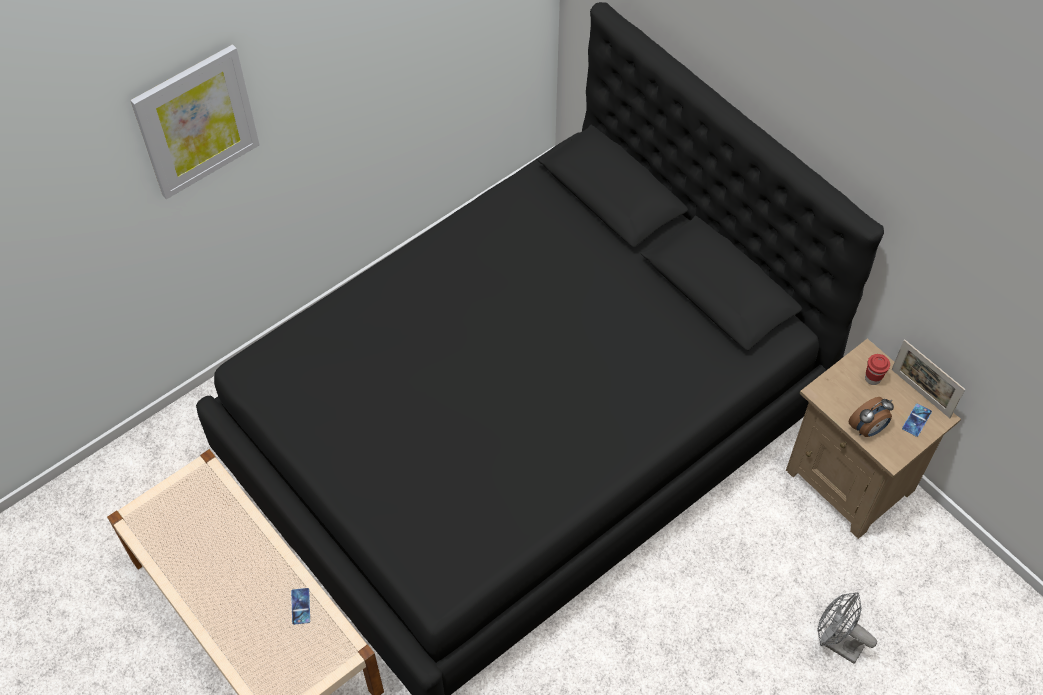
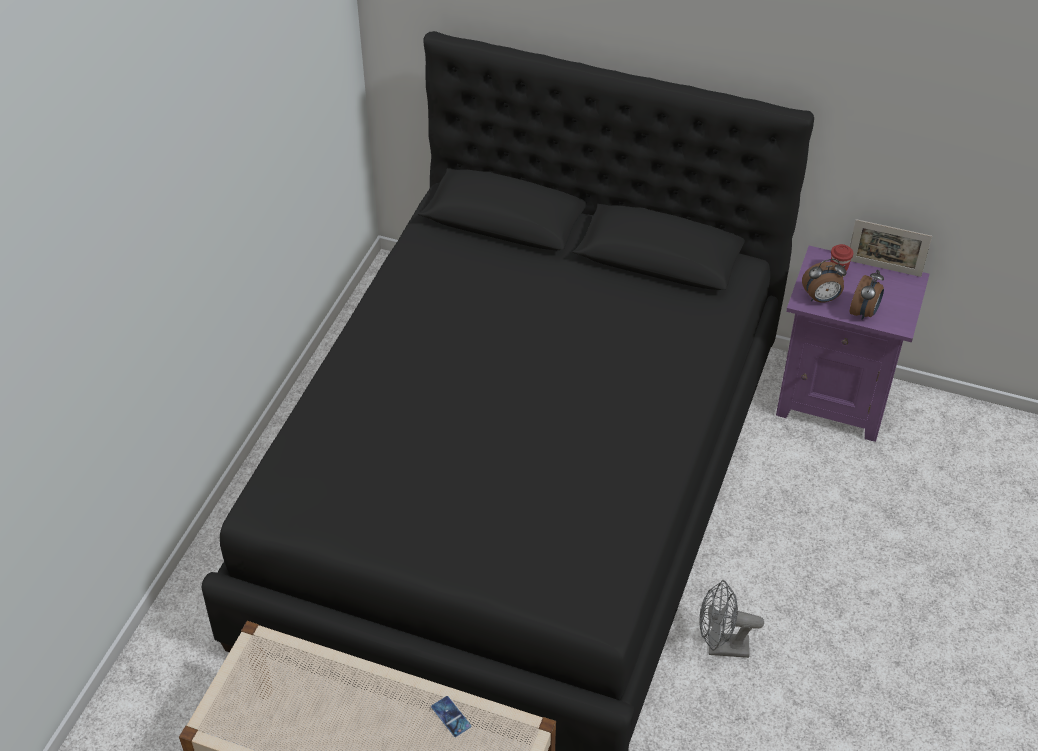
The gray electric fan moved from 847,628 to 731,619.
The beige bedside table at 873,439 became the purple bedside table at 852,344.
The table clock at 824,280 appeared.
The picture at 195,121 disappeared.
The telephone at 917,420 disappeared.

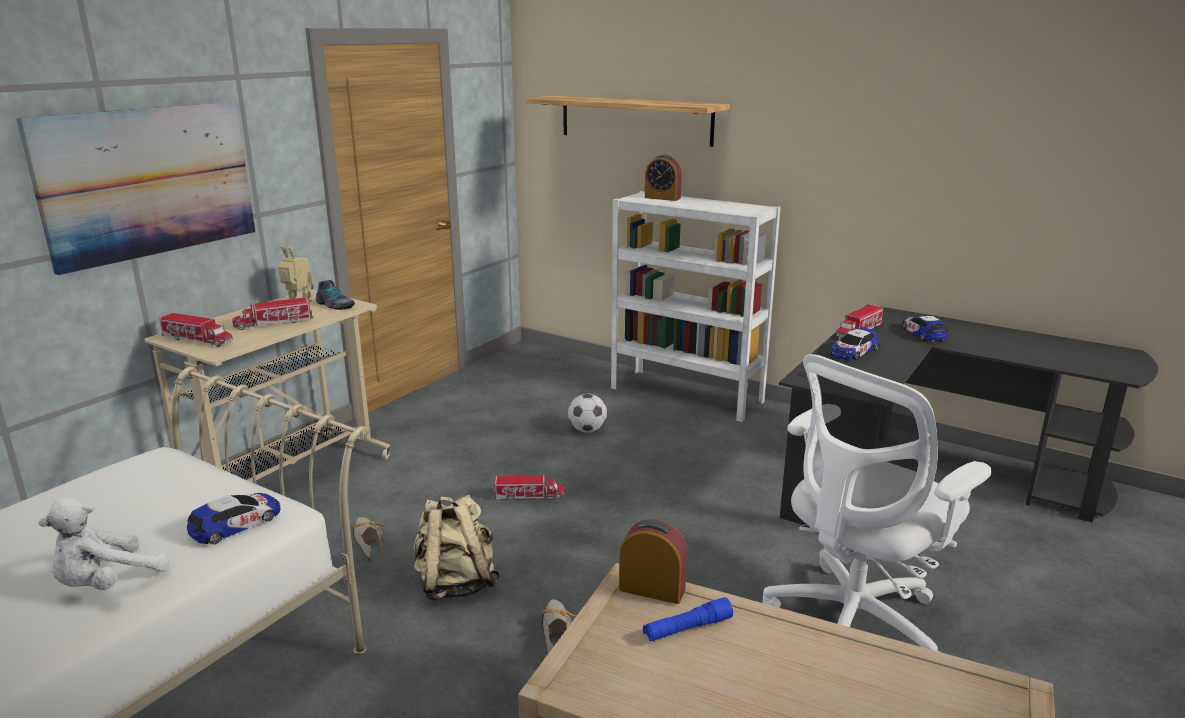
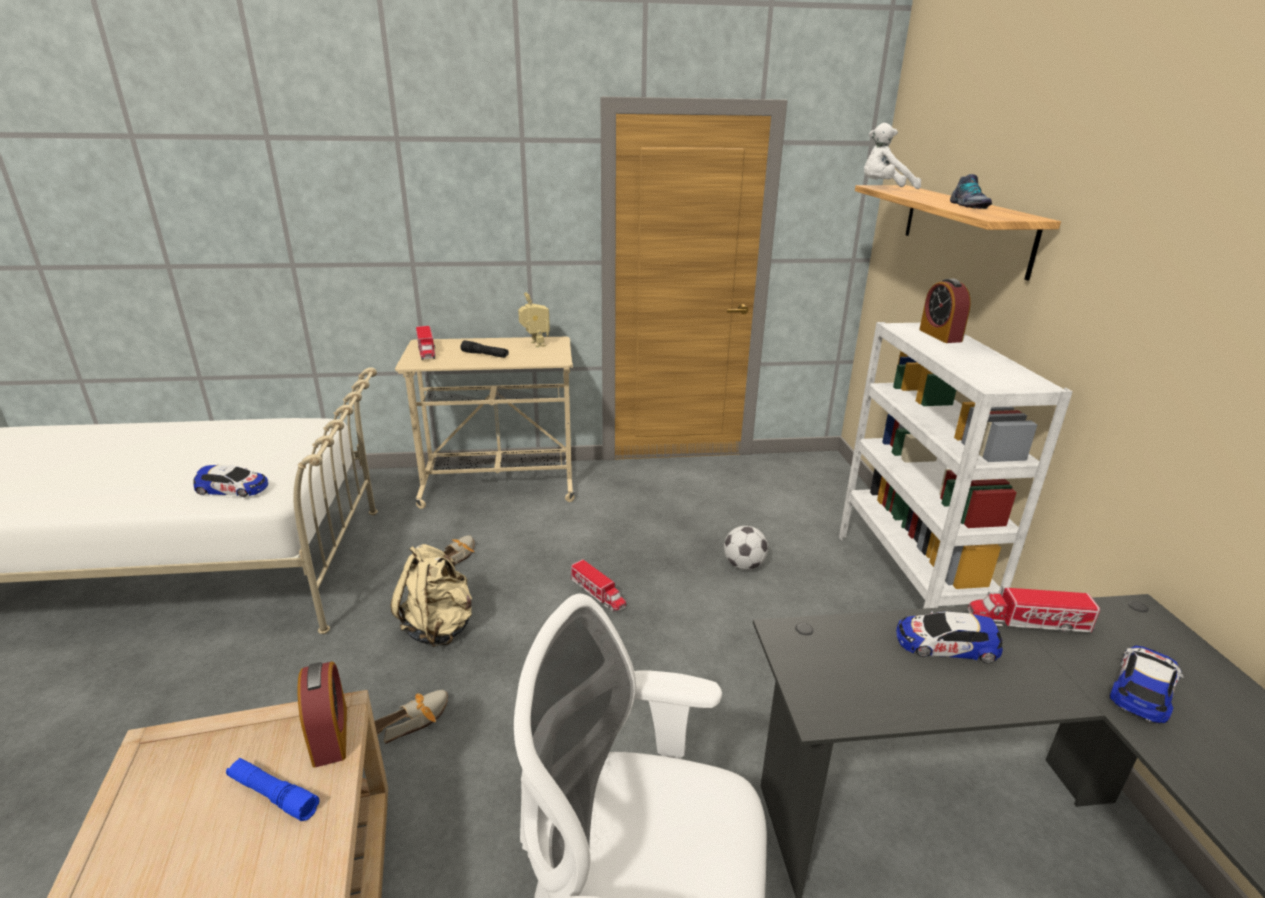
The model truck at 273,313 was replaced by the black-coloured torch at 485,349.
The whitish soft toy moved from 104,543 to 892,156.
The item of footwear moved from 335,295 to 971,191.
The picture at 135,188 disappeared.

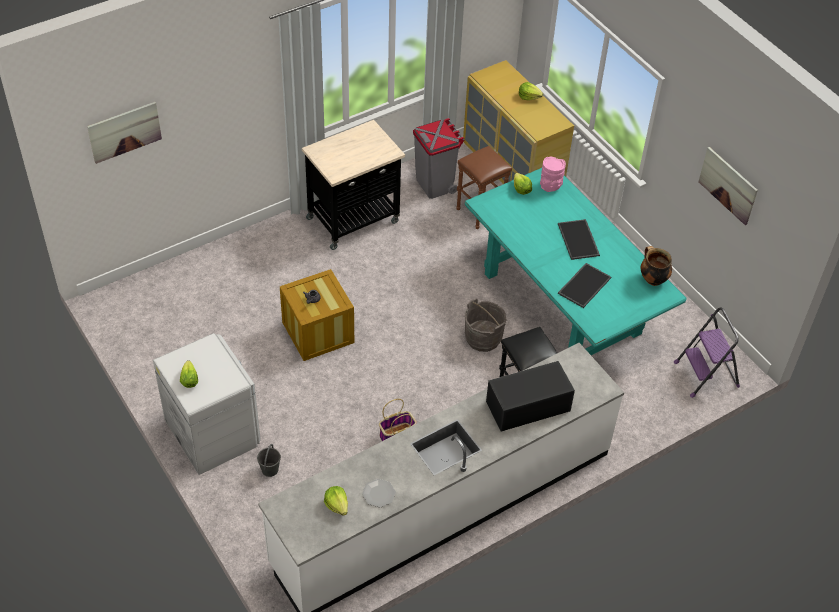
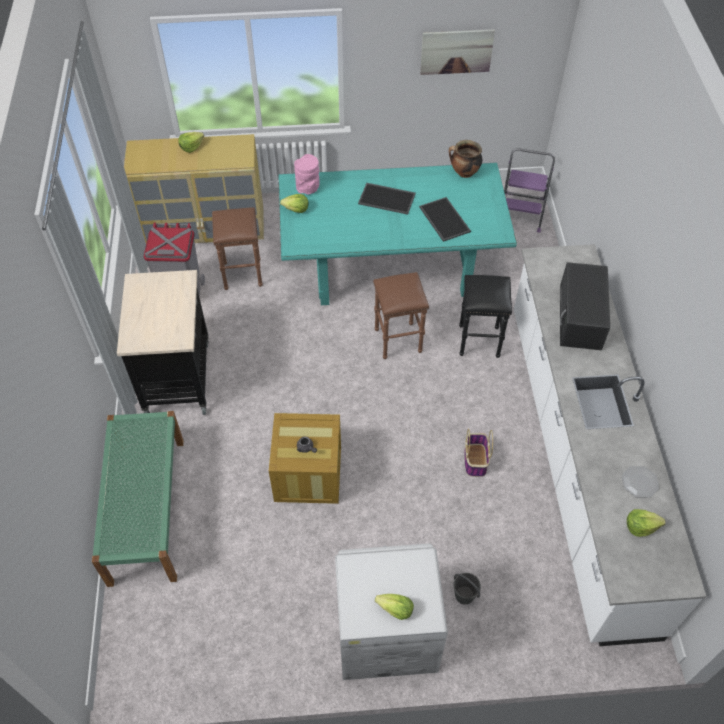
The green-coloured indoor bench at 138,499 appeared.
The gray pail at 486,325 was replaced by the brown sitting stool at 401,315.
The picture at 124,133 disappeared.

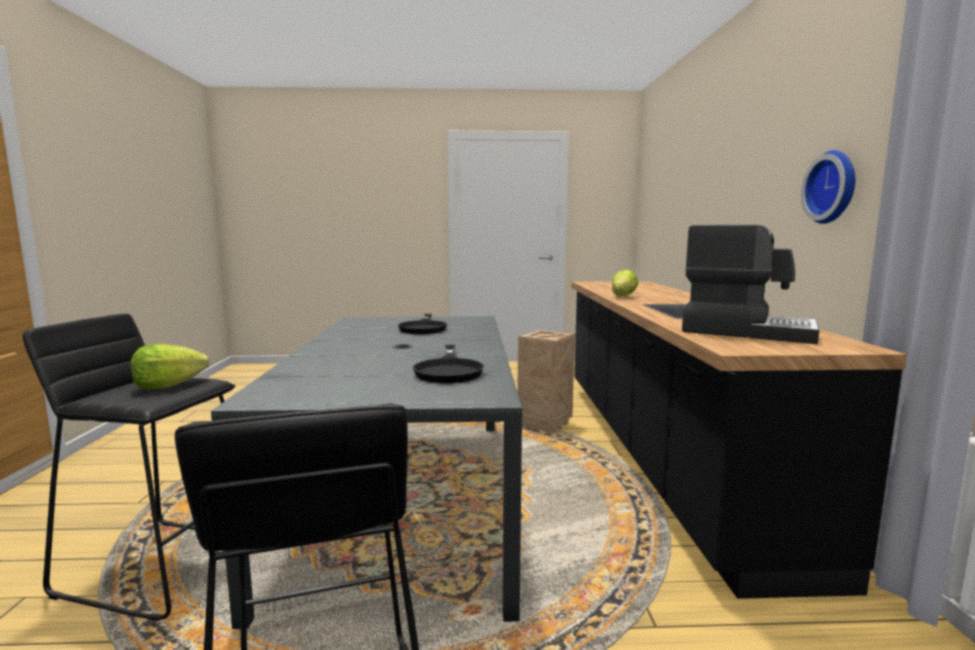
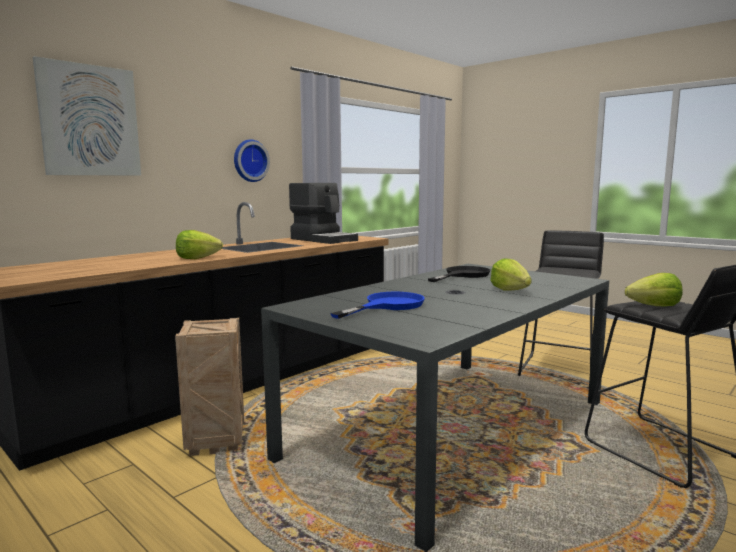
The picture at 87,116 appeared.
The coffee brewer at 750,284 turned 150 degrees clockwise.
The black-coloured skillet at 422,324 became the blue skillet at 377,305.
The head of lettuce at 511,274 appeared.

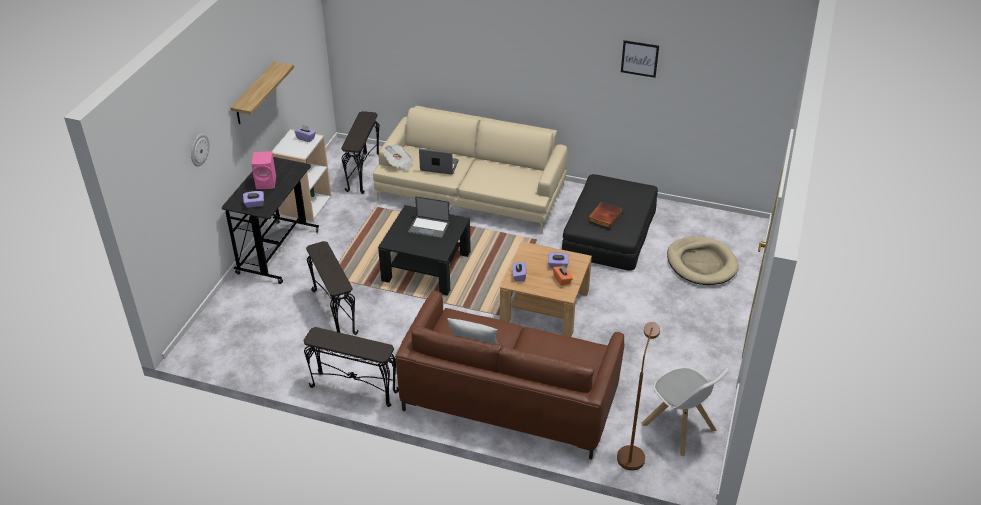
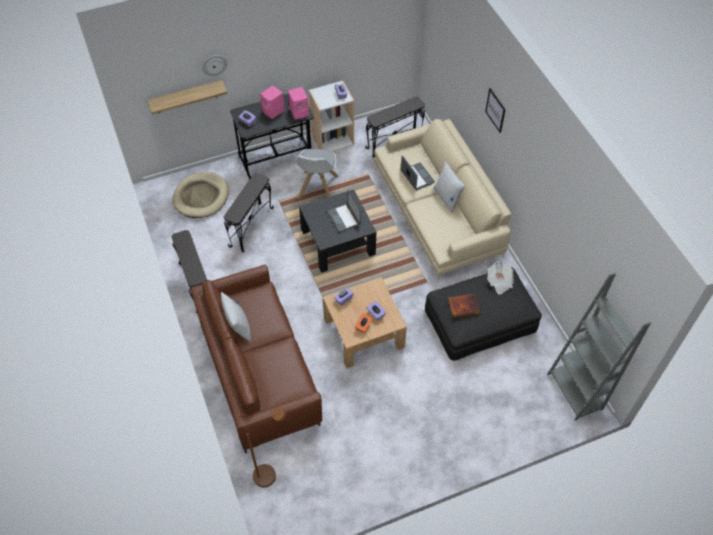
The wall shelf moved from 262,93 to 187,97.
The beige pet bed moved from 703,260 to 200,195.
The pink-coloured audio speaker at 298,103 appeared.
The plain chair moved from 685,411 to 317,174.
The gray throw pillow at 449,187 appeared.
The picture moved from 640,59 to 495,110.
The printed paper moved from 398,158 to 500,278.
The gray bookshelf at 599,347 appeared.

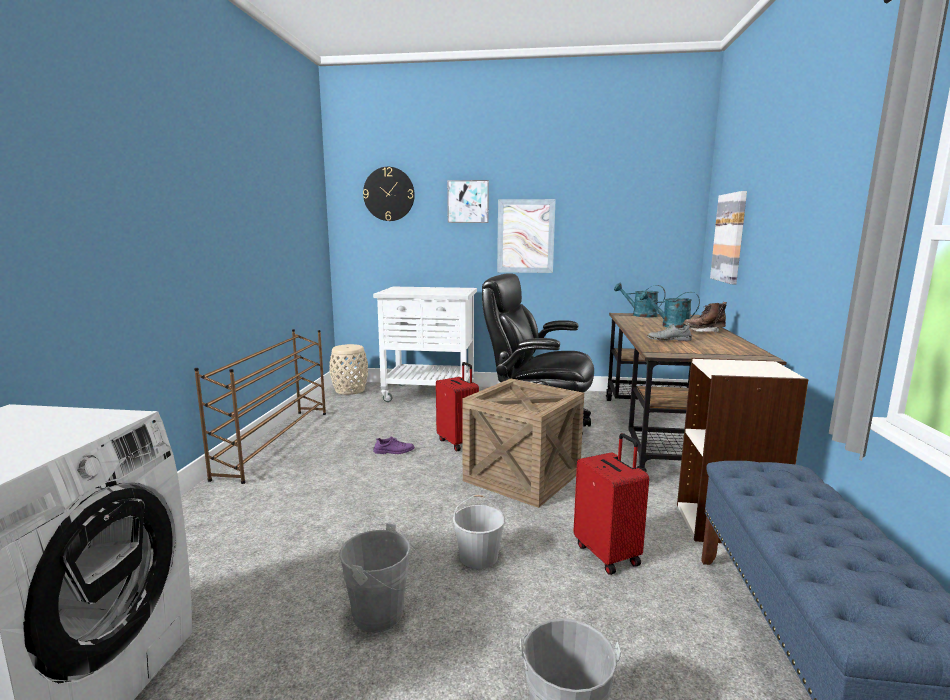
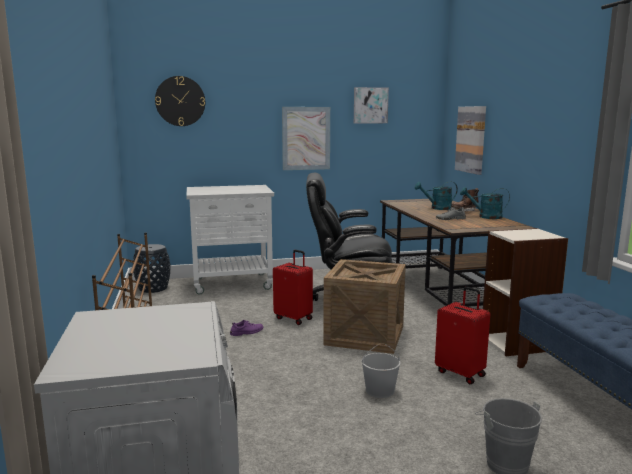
The beige sitting stool at 348,369 became the black-coloured sitting stool at 152,268.
The picture moved from 468,201 to 371,105.
The turquoise watering pot moved from 640,300 to 485,203.
The gray pail at 381,578 disappeared.

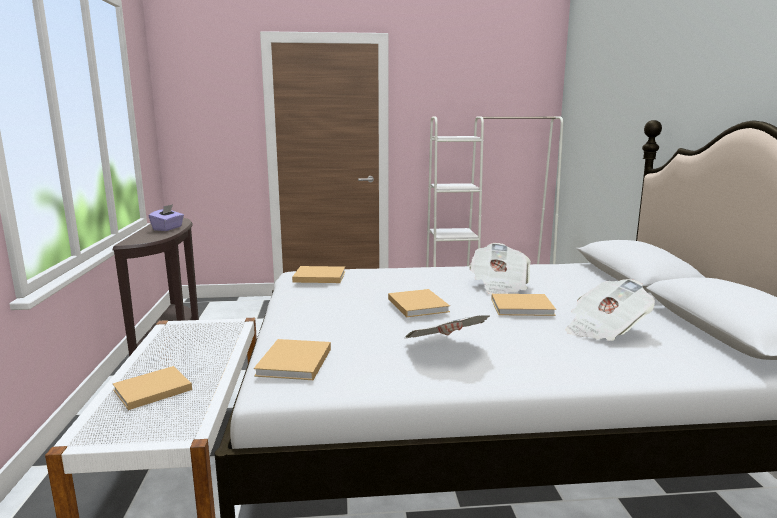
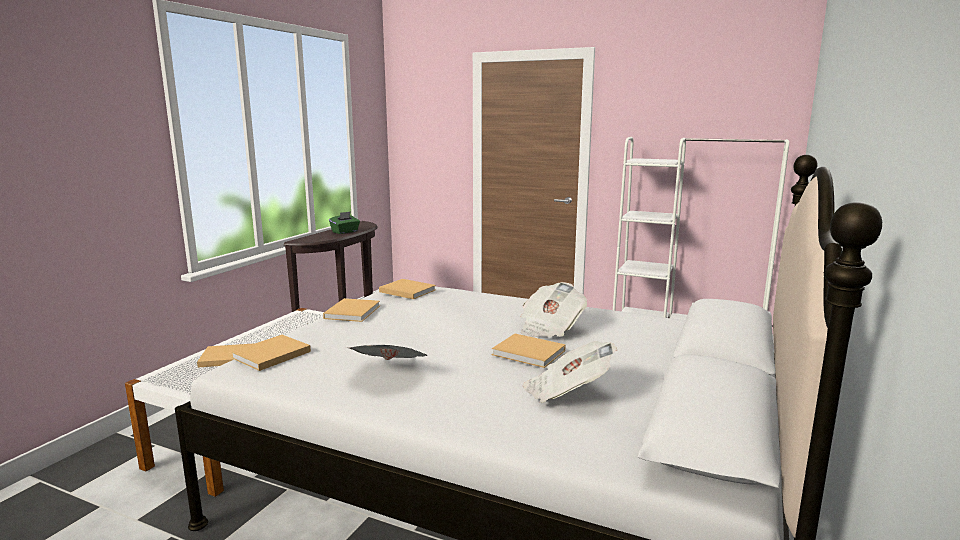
The beige volume moved from 419,303 to 351,310.
The purple tissue holder at 166,217 became the green-coloured tissue holder at 344,222.

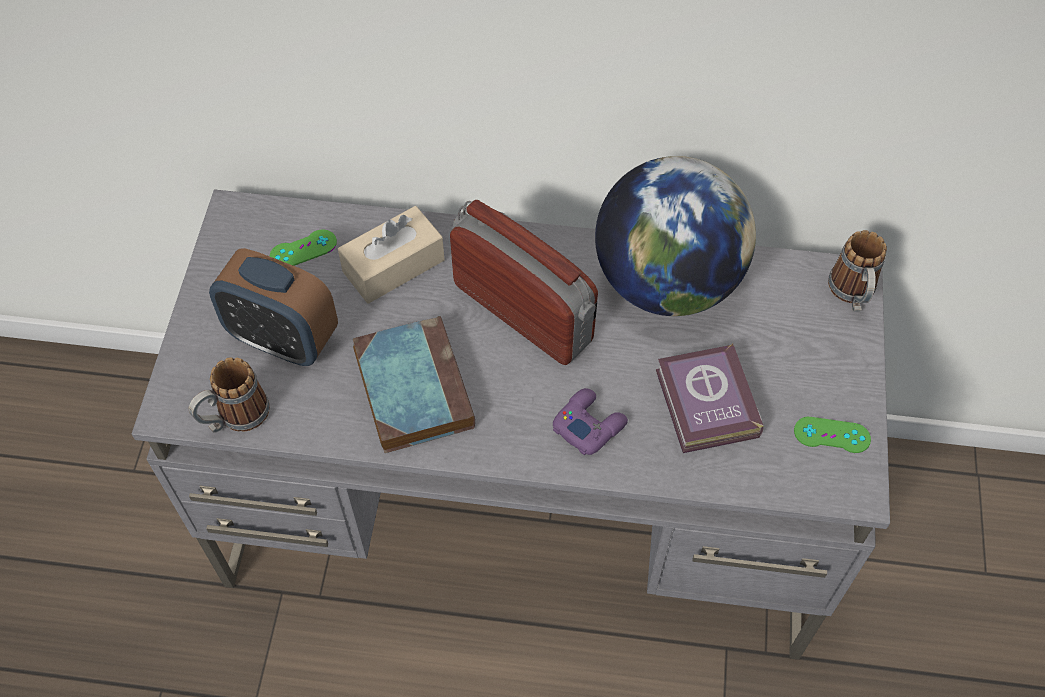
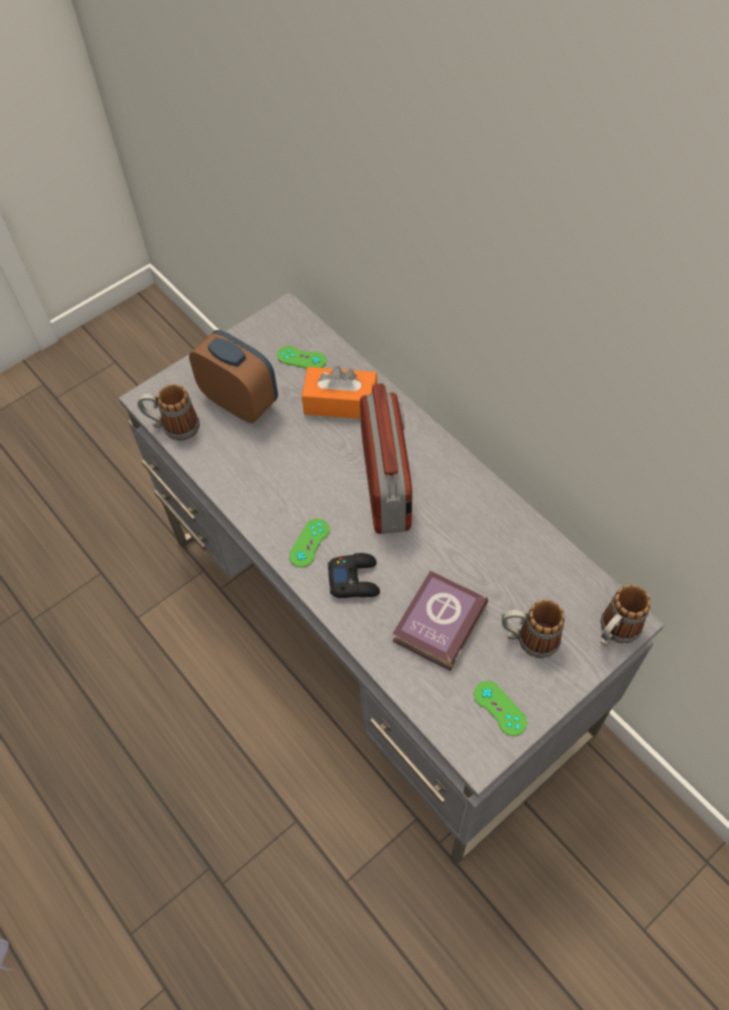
The table clock at 273,307 turned 150 degrees clockwise.
The green-coloured game controller at 309,543 appeared.
The beige tissue holder at 391,255 became the orange-coloured tissue holder at 340,392.
The purple game controller at 590,421 became the black-coloured game controller at 354,575.
The coffee mug at 533,628 appeared.
The volume at 414,384 disappeared.
The globe at 675,236 disappeared.

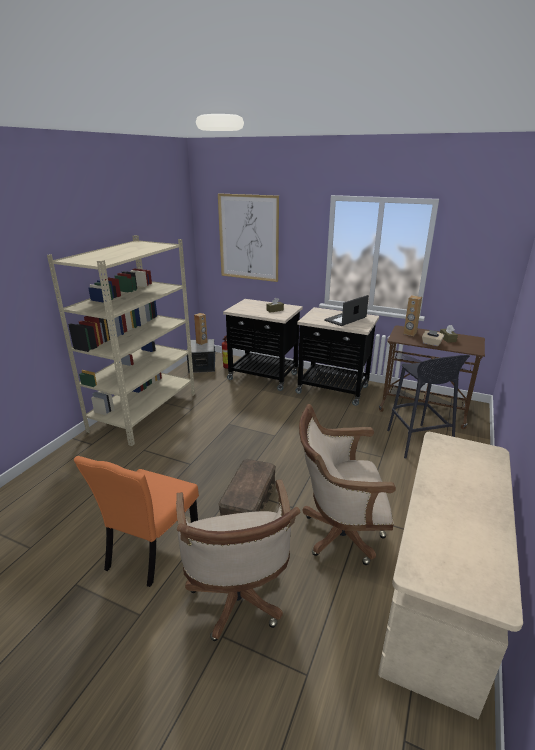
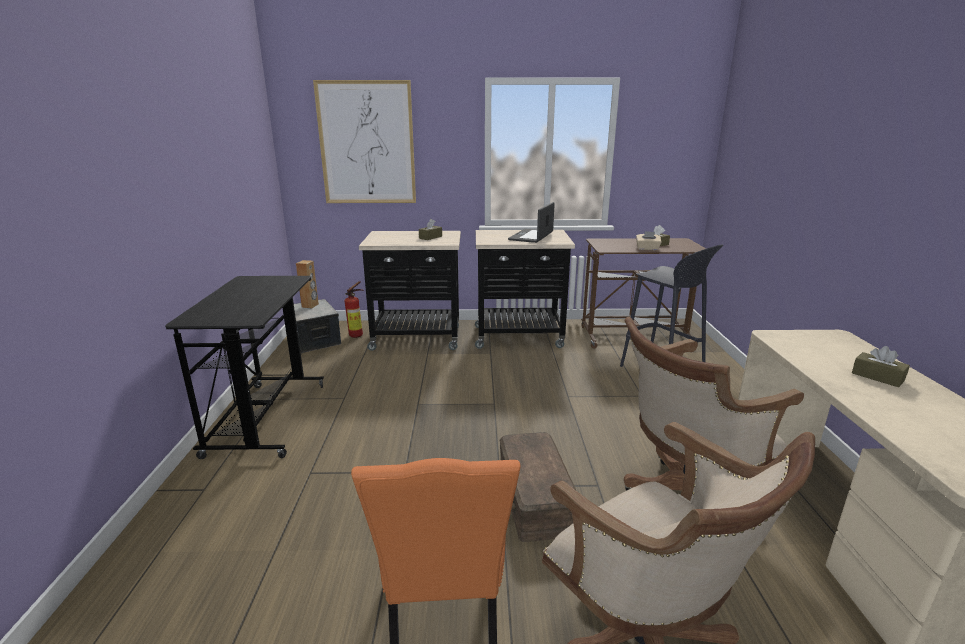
The beige bookshelf at 121,340 was replaced by the black-coloured desk table at 244,367.
The brown tissue holder at 881,366 appeared.
The brown audio speaker at 412,315 disappeared.

